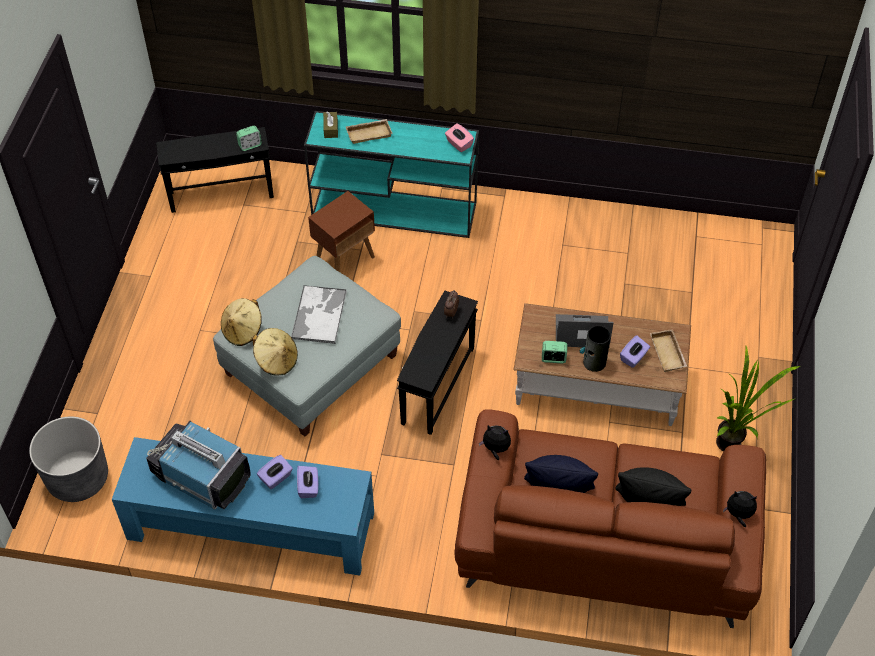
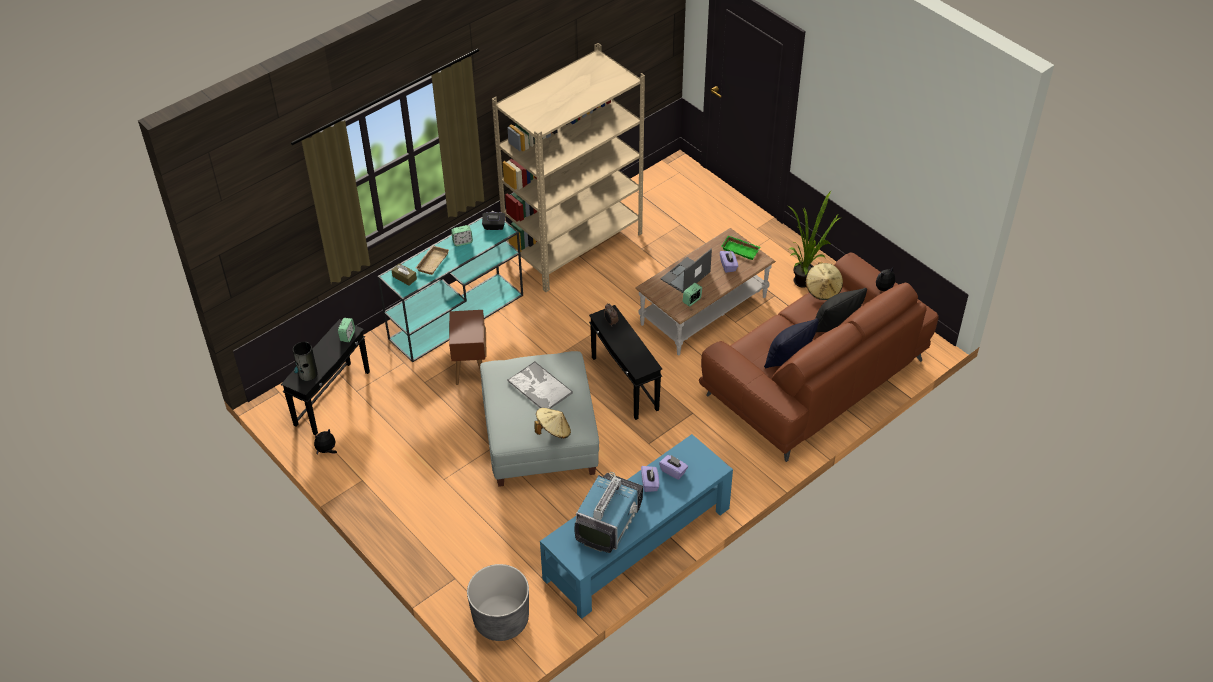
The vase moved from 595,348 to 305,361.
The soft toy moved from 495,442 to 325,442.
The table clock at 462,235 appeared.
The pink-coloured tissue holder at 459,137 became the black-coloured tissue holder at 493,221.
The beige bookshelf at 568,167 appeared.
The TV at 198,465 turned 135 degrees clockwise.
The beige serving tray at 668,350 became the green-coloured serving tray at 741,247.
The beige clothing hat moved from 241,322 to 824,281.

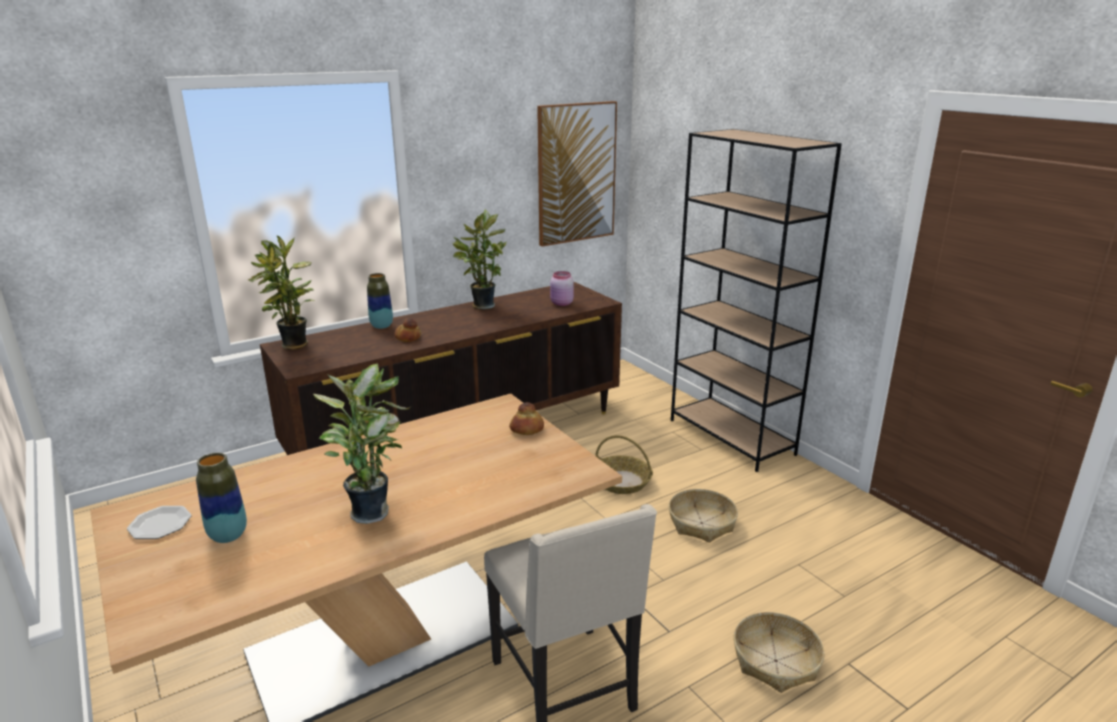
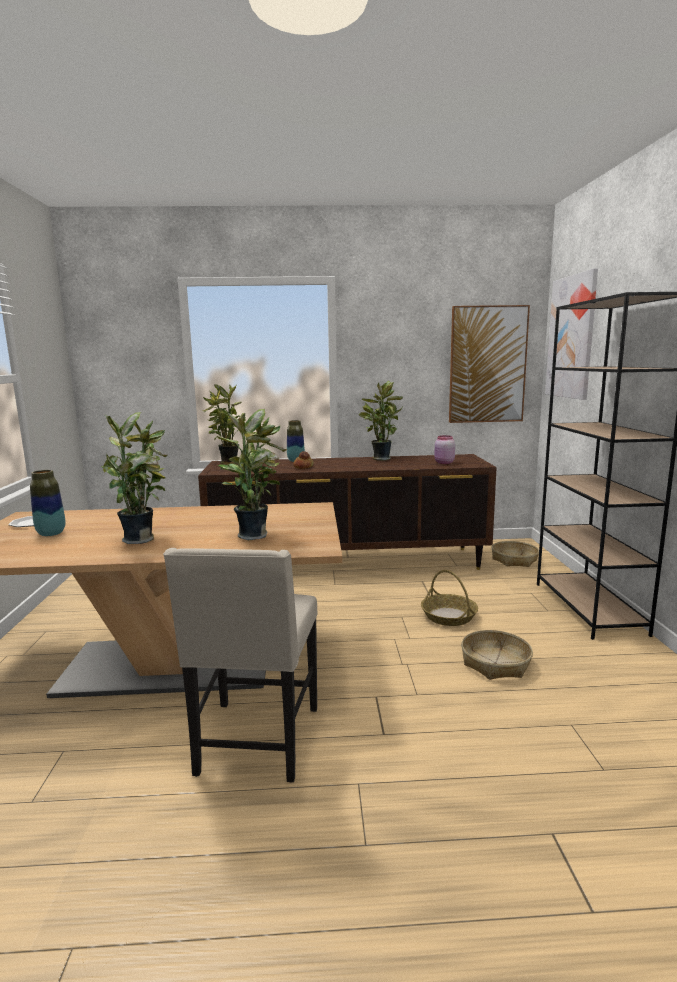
The houseplant at 252,474 appeared.
The basket moved from 779,652 to 515,554.
The picture at 571,334 appeared.
The baked bread at 526,418 disappeared.

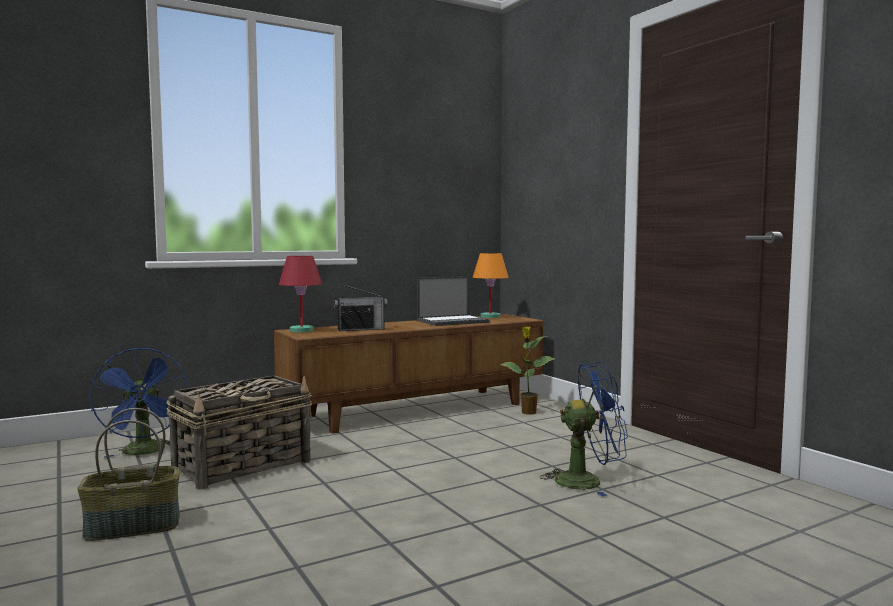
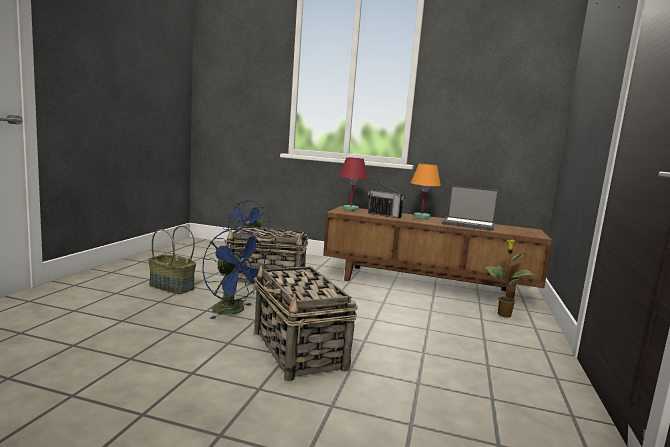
The blue electric fan moved from 584,429 to 236,273.
The basket at 305,321 appeared.
The orange-coloured table lamp moved from 491,285 to 426,191.

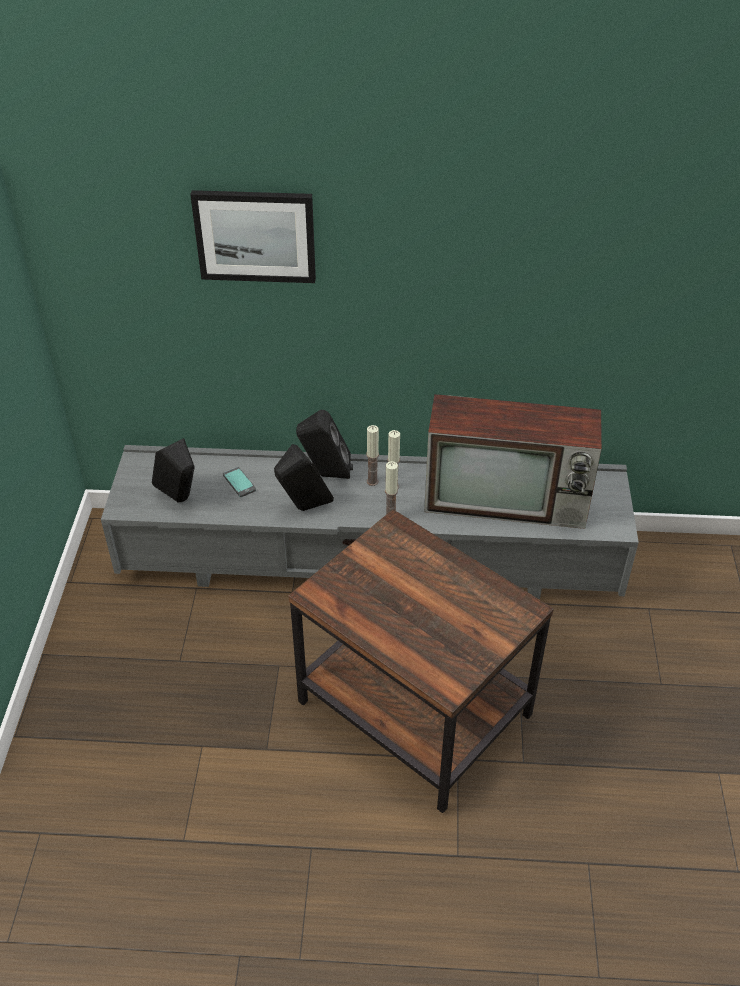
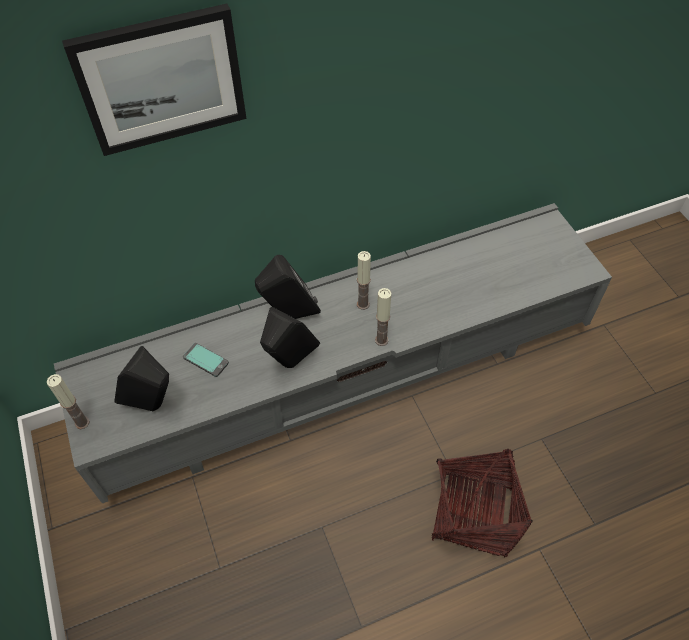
The wax candle moved from 372,455 to 68,401.
The brown side table at 421,661 was replaced by the basket at 482,503.
The TV at 513,461 disappeared.

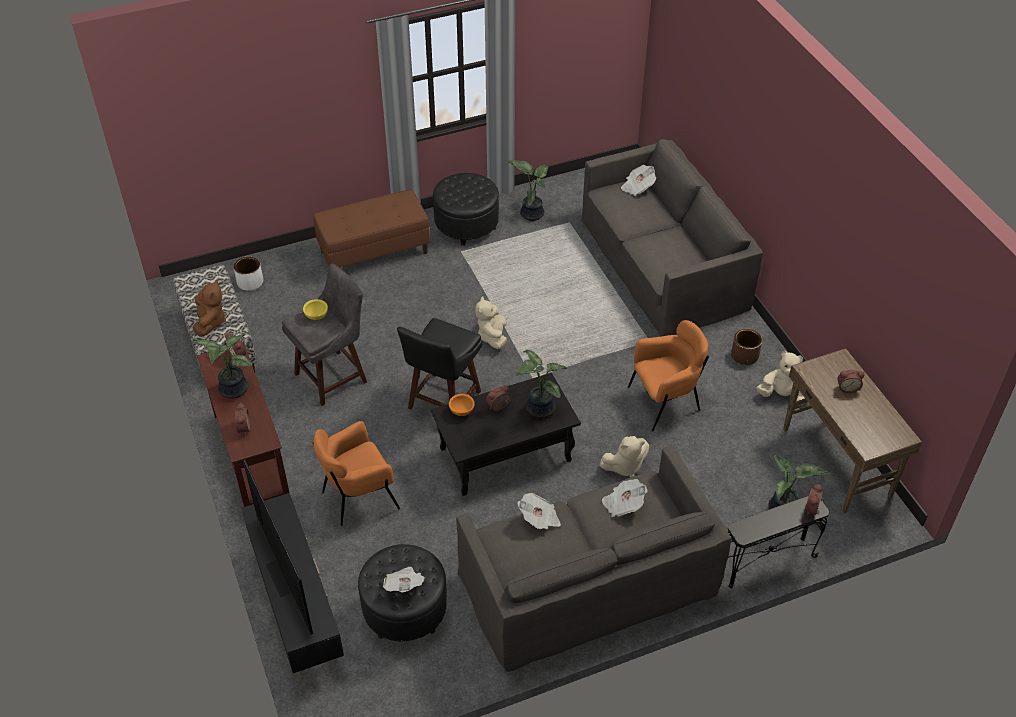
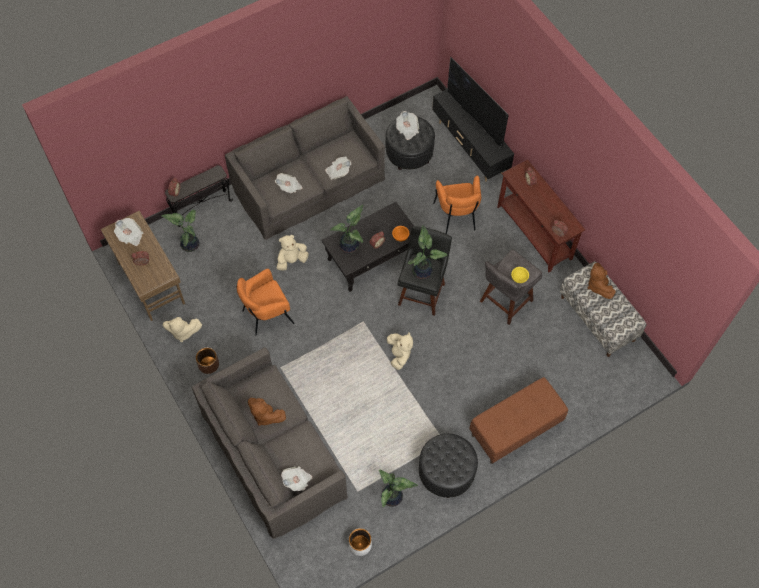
The printed paper at 129,232 appeared.
The brown soft toy at 267,412 appeared.
The whitish flower pot moved from 248,274 to 360,542.
The houseplant moved from 223,366 to 427,252.
The orange-coloured armchair at 356,473 turned 120 degrees clockwise.

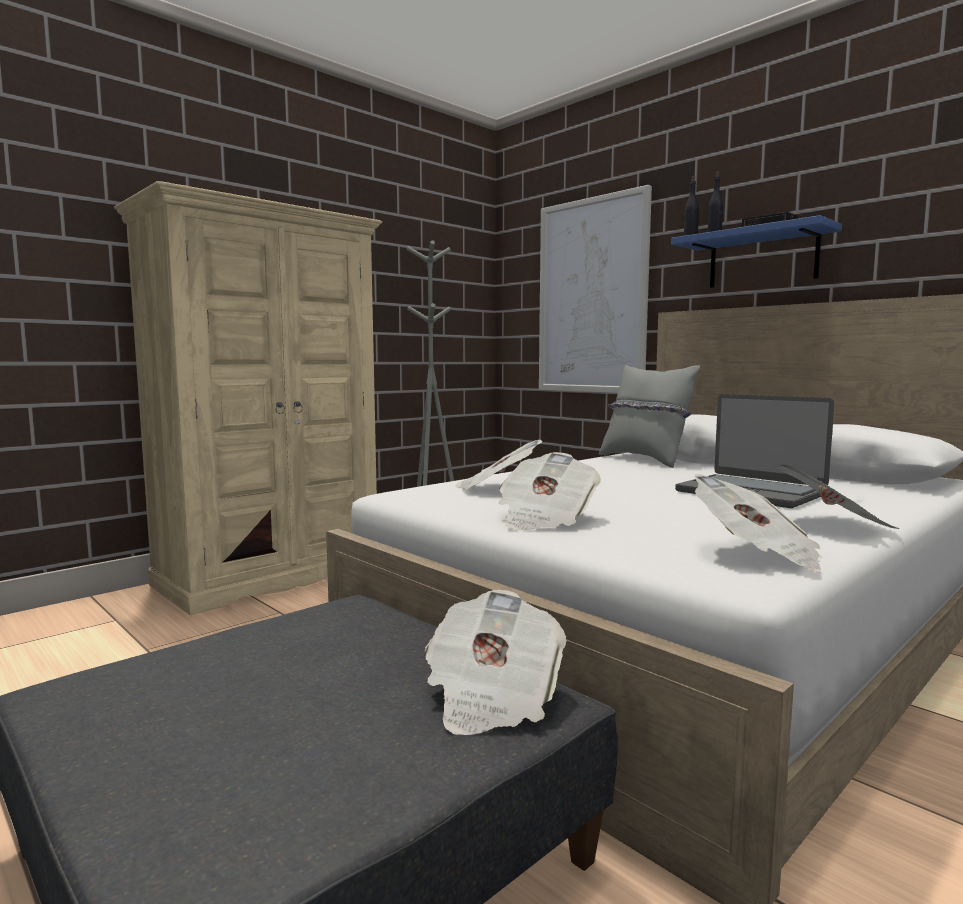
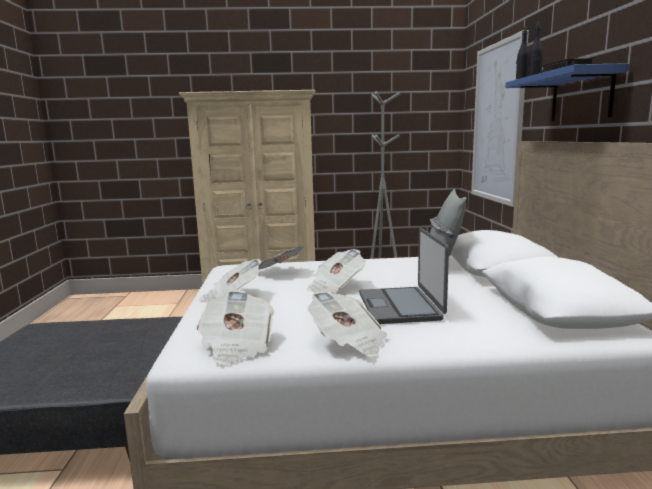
The printed paper moved from 495,662 to 336,271.

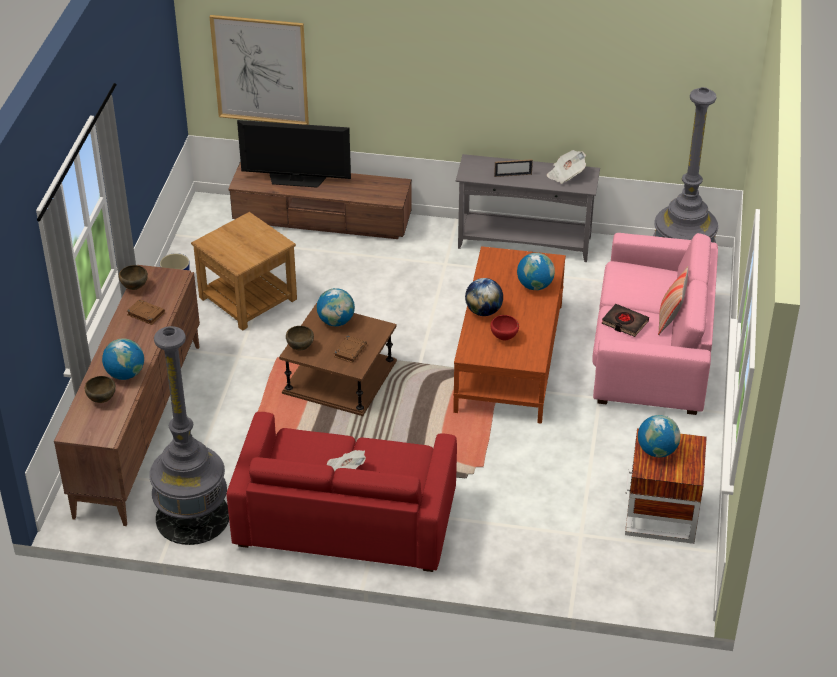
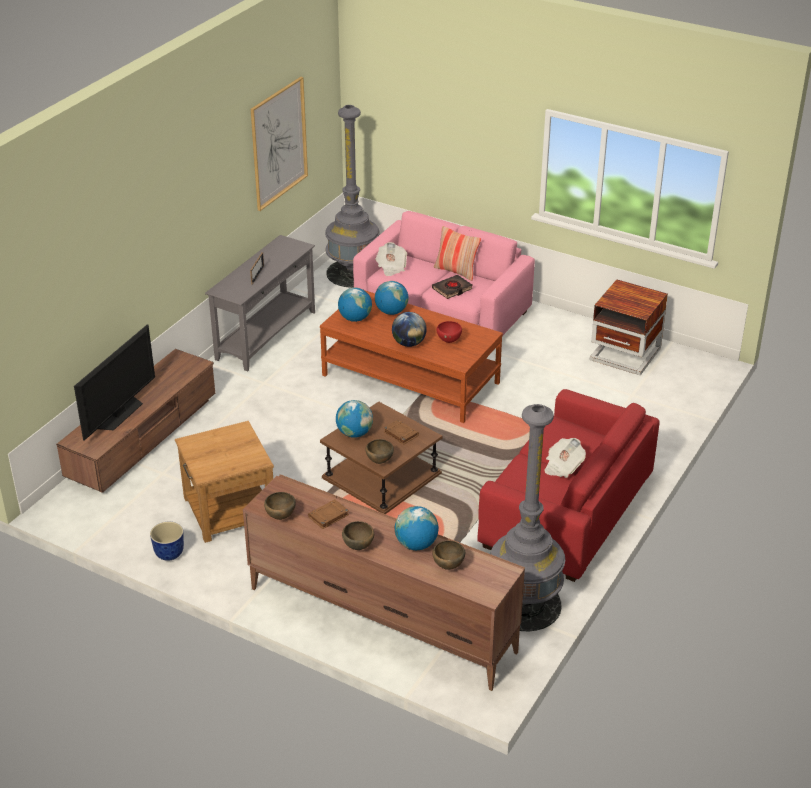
The picture moved from 259,70 to 279,144.
The globe moved from 659,436 to 355,304.
The brown serving bowl at 358,535 appeared.
The printed paper moved from 566,167 to 391,259.

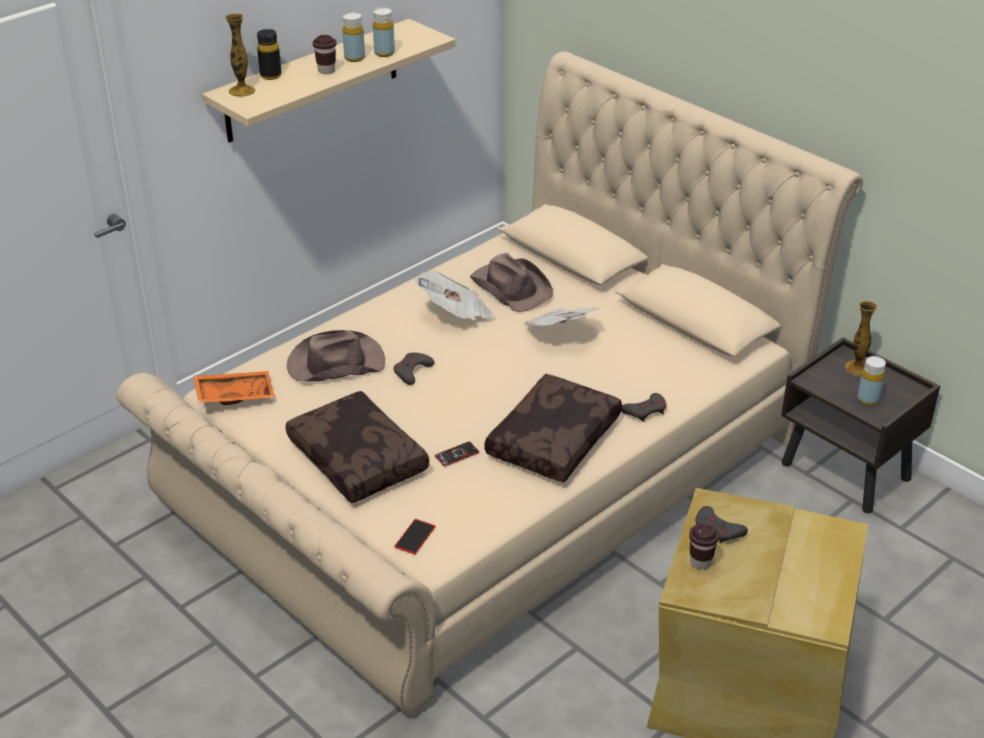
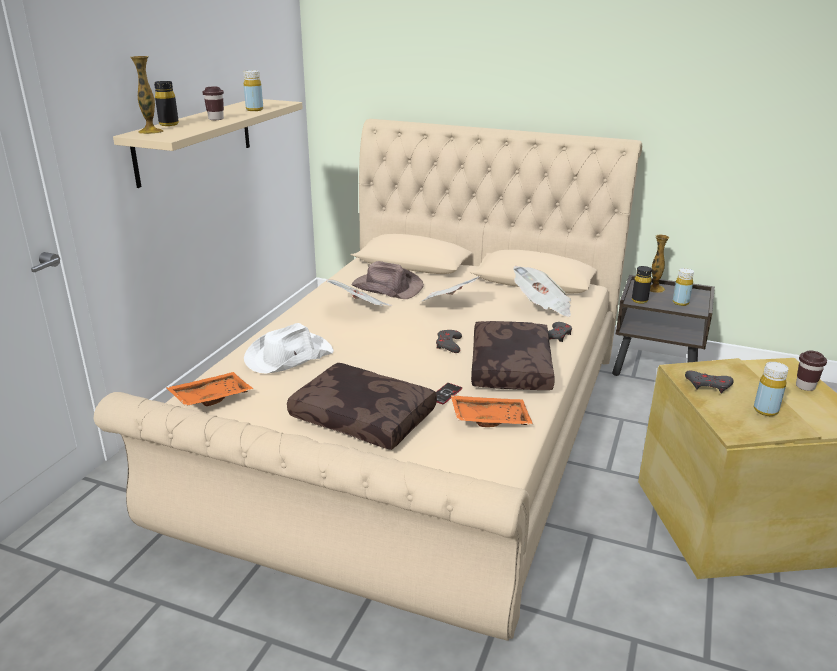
The brown clothing hat at 336,356 became the whitish clothing hat at 289,348.
The gray game controller moved from 414,368 to 449,341.
The orange-coloured serving tray at 492,411 appeared.
The printed paper at 542,291 appeared.
The black-coloured bottle at 642,285 appeared.
The yellow bottle moved from 353,37 to 771,389.
The brown small cup moved from 704,546 to 811,371.
The telephone at 415,536 disappeared.

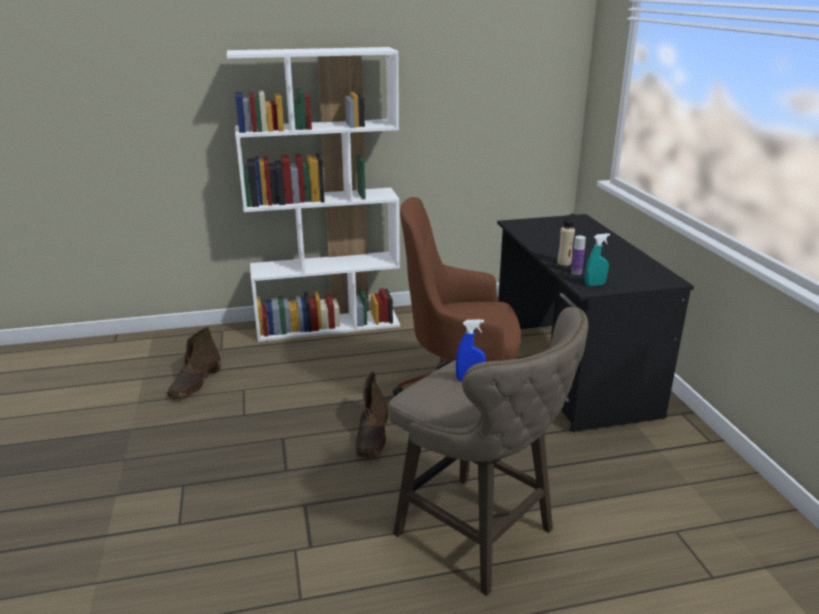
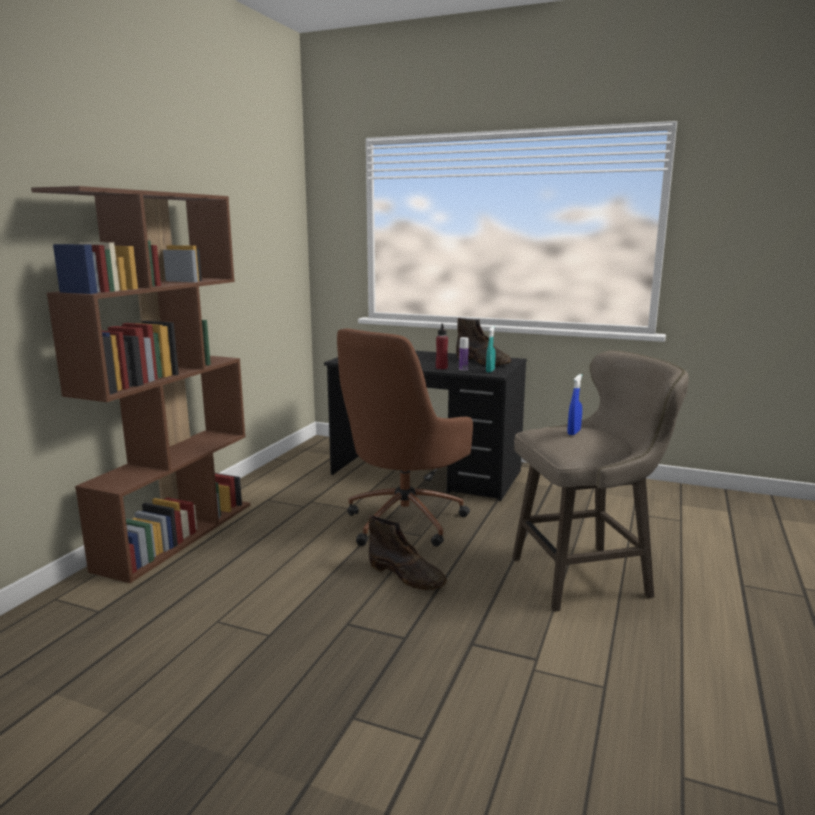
The whitish bookshelf at 313,194 became the brown bookshelf at 140,384.
The beige bottle at 566,239 became the reddish bottle at 442,346.
The brown boot moved from 194,363 to 483,342.

